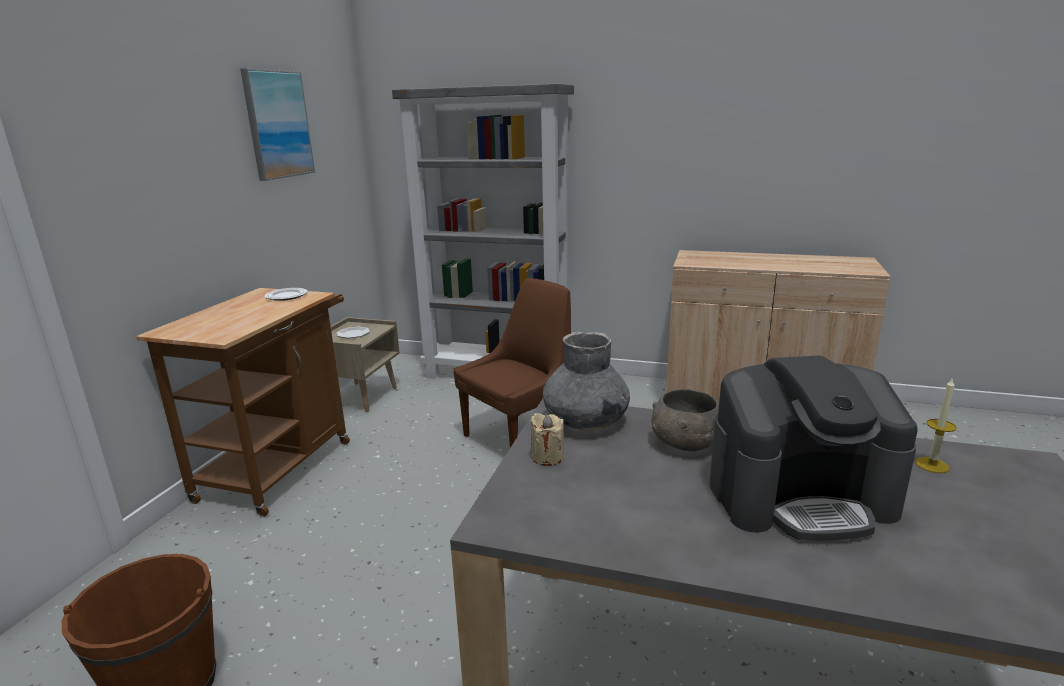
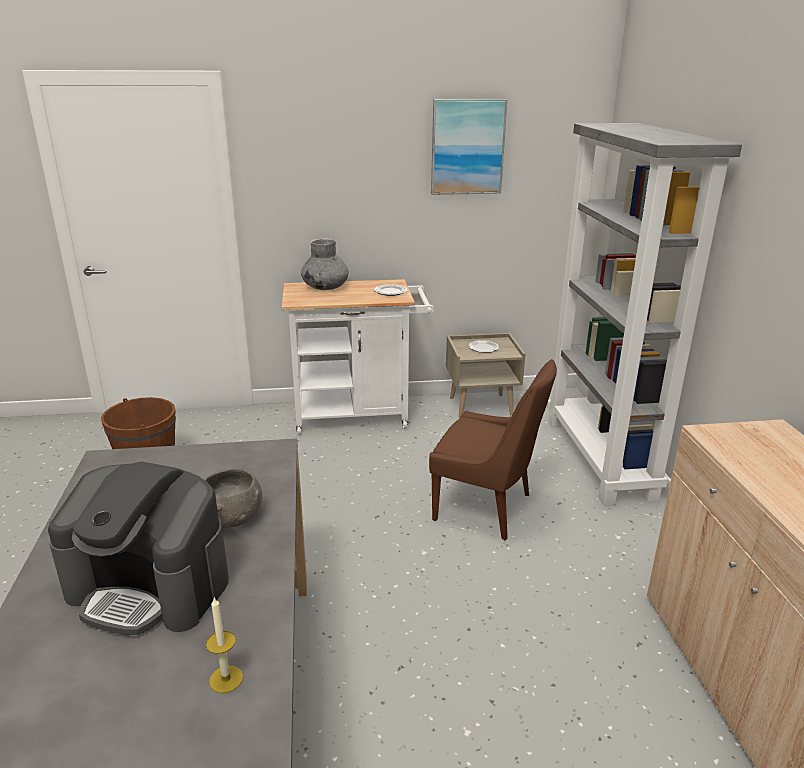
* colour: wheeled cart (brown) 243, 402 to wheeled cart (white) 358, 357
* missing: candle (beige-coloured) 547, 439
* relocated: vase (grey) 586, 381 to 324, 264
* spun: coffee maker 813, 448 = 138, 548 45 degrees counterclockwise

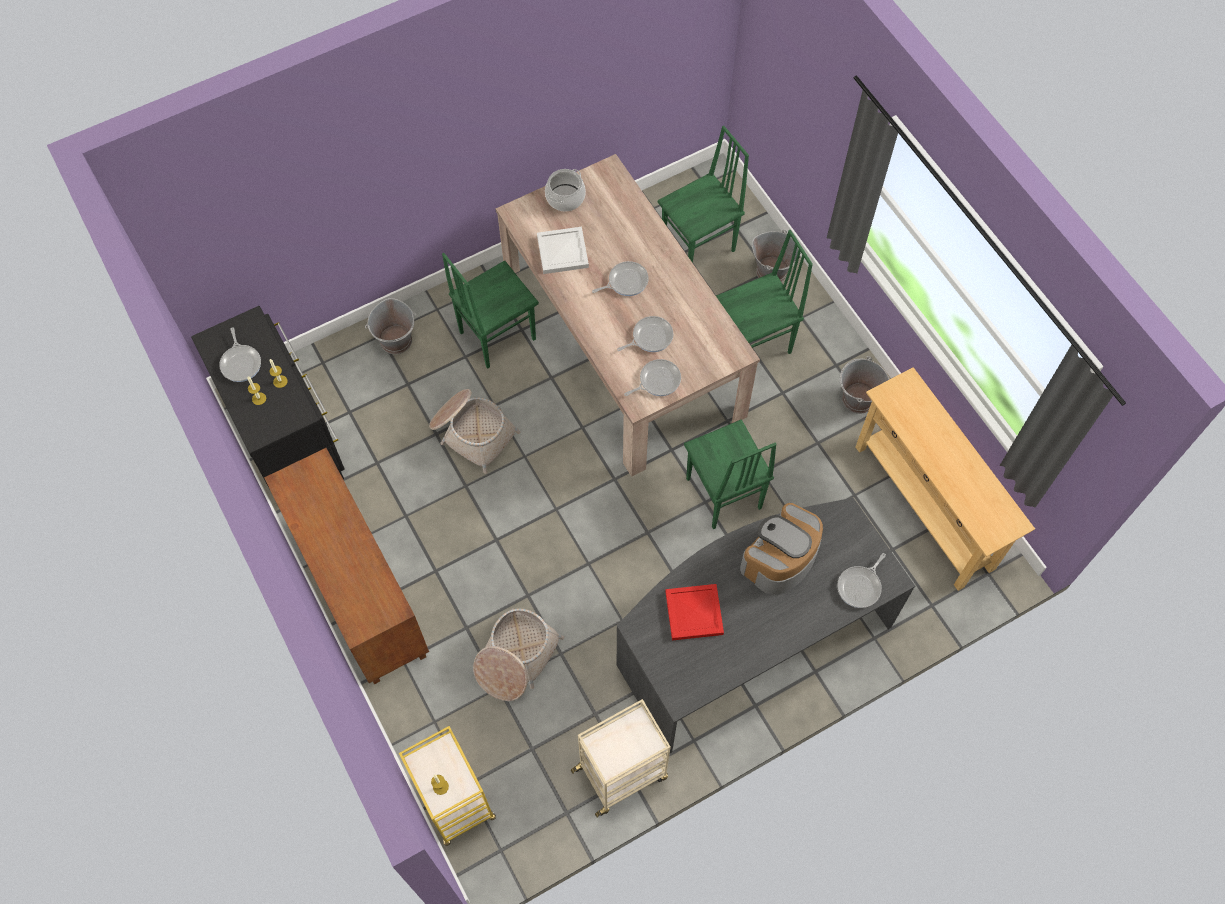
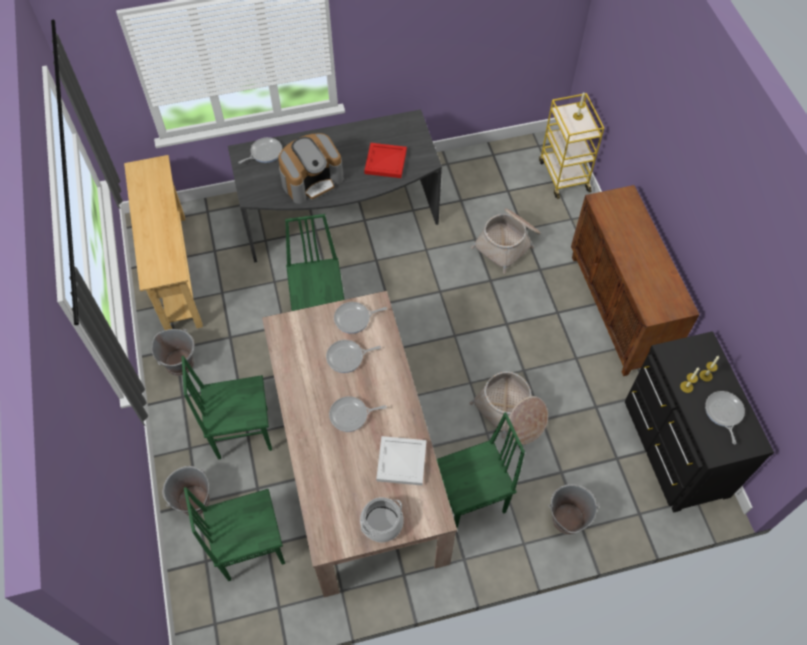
* missing: wheeled cart (beige-coloured) 621, 758

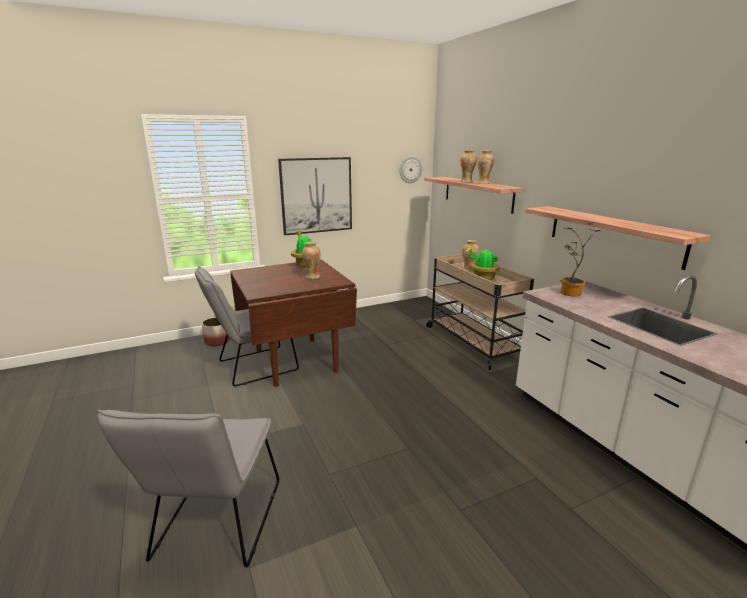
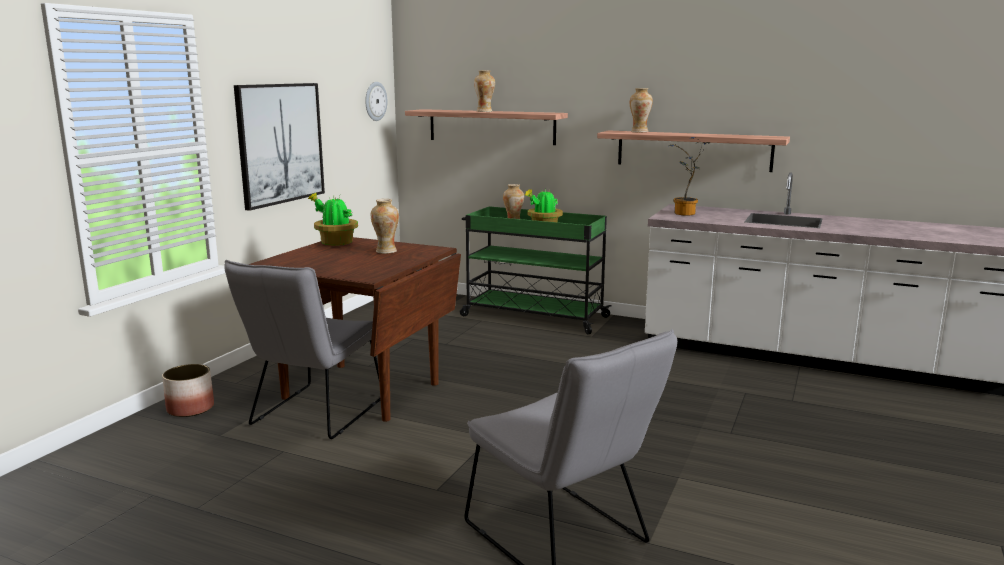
* colour: wheeled cart (beige-coloured) 480, 312 to wheeled cart (green) 536, 270
* relocated: vase 486, 167 to 641, 110

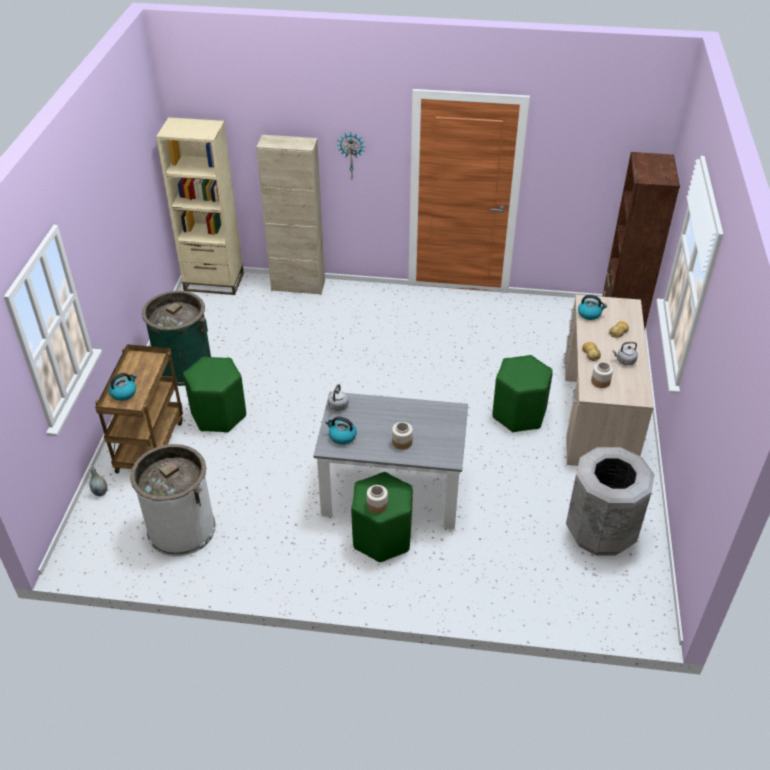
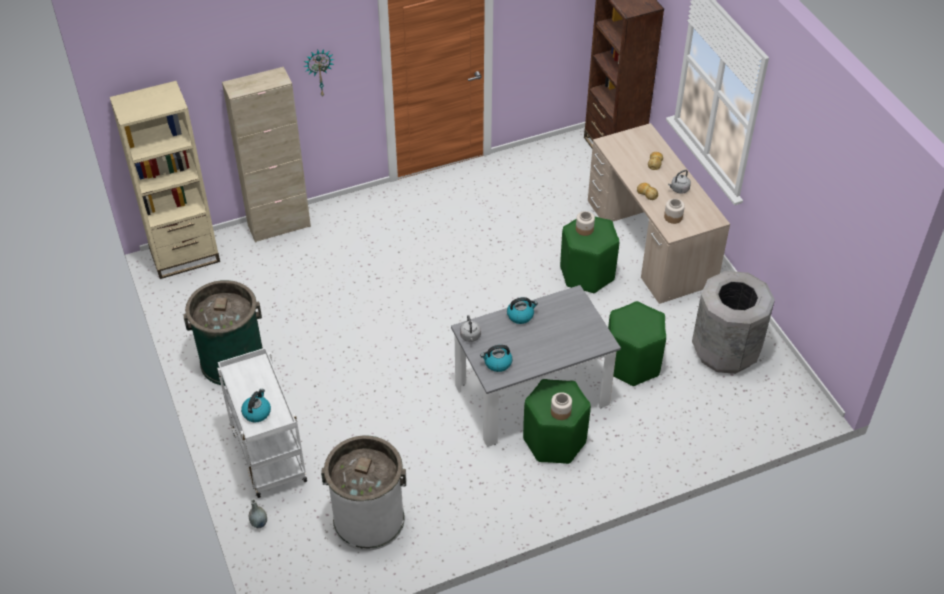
* colour: wheeled cart (brown) 139, 408 to wheeled cart (white) 262, 423
* relocated: sitting stool (green) 214, 395 to 637, 343
* relocated: preserve jar 402, 436 to 585, 223
* relocated: kettle 592, 307 to 522, 310

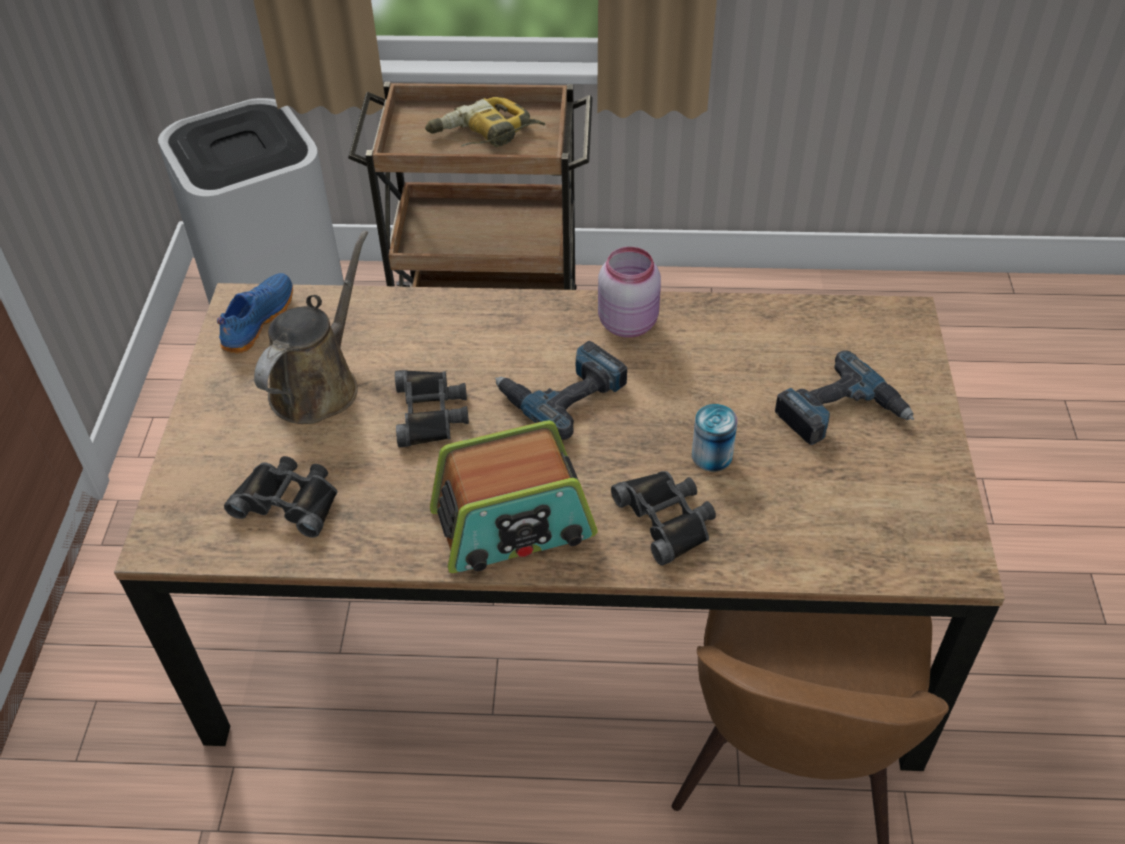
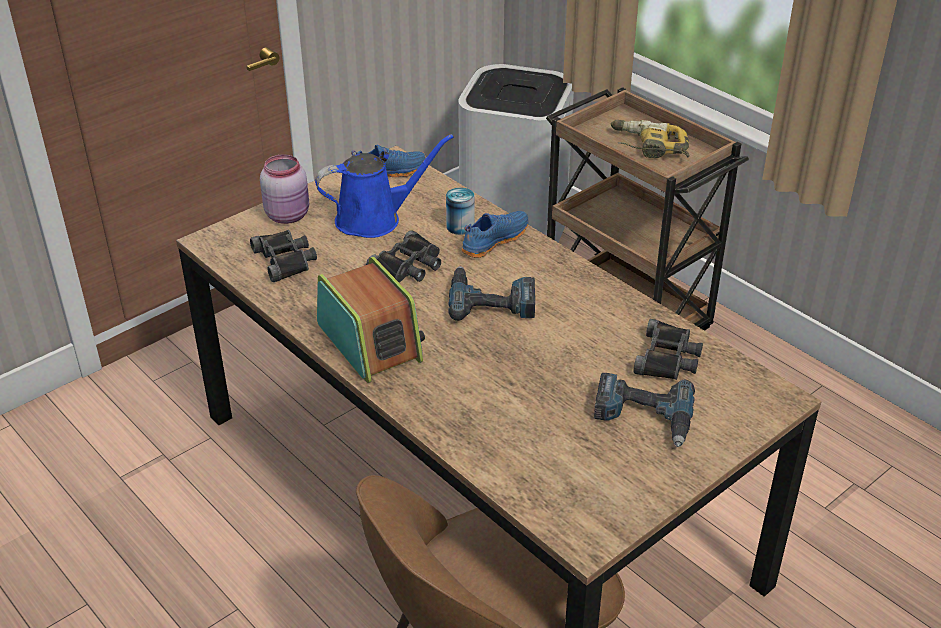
* colour: watering can (brown) 311, 327 to watering can (blue-coloured) 384, 186
* spun: radio receiver 514, 496 = 371, 320 150 degrees counterclockwise
* relocated: preserve jar (pinkish) 629, 292 to 284, 189
* relocated: field glasses (black) 663, 518 to 668, 349
* relocated: sealed can 715, 437 to 460, 211
* appeared: low shoe (blue-coloured) 495, 234

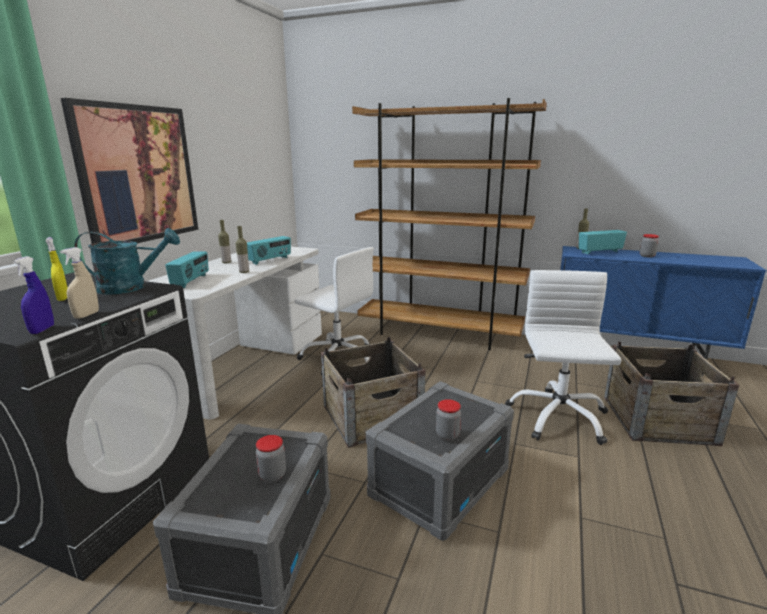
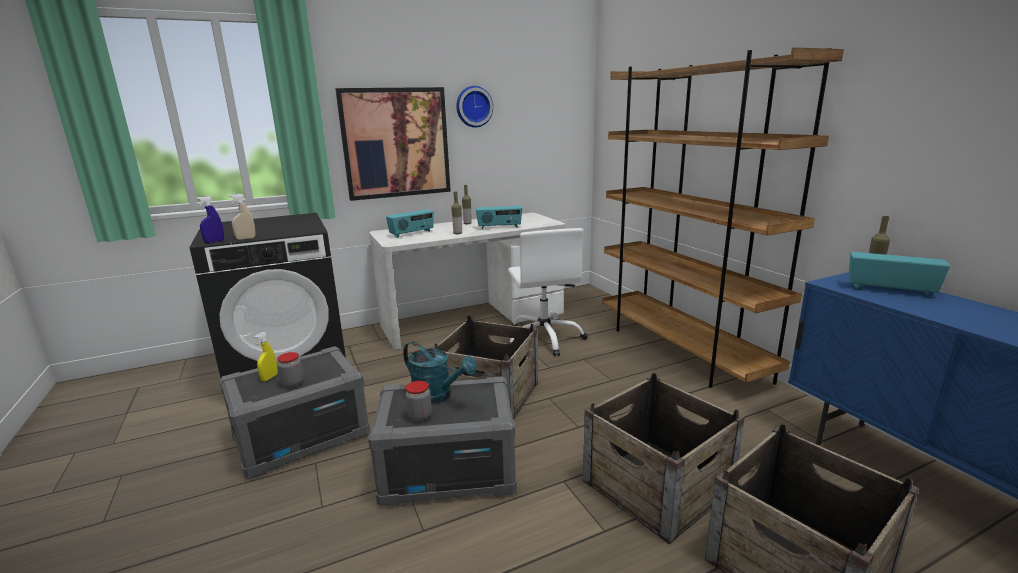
* relocated: hand sprayer (yellowish) 56, 269 to 266, 356
* relocated: watering can (turquoise-coloured) 127, 261 to 440, 372
* exchanged: office chair (white) 563, 357 to crate 664, 459
* missing: preserve jar 649, 245
* appeared: wall clock 474, 106

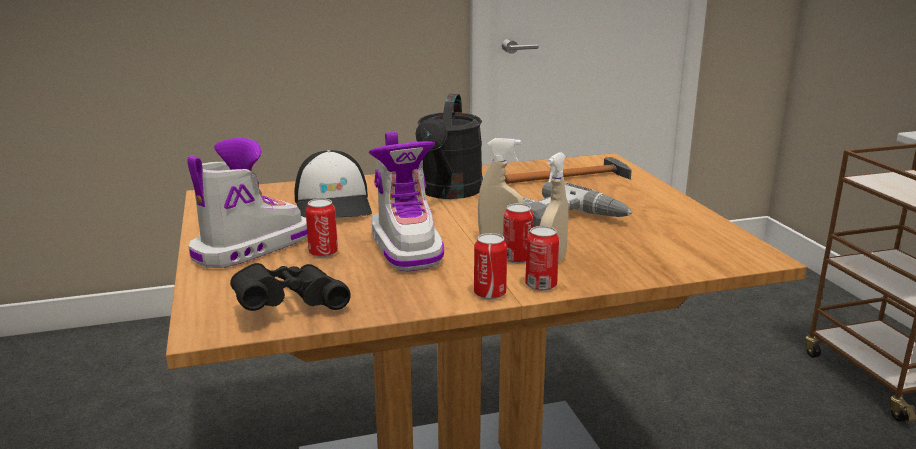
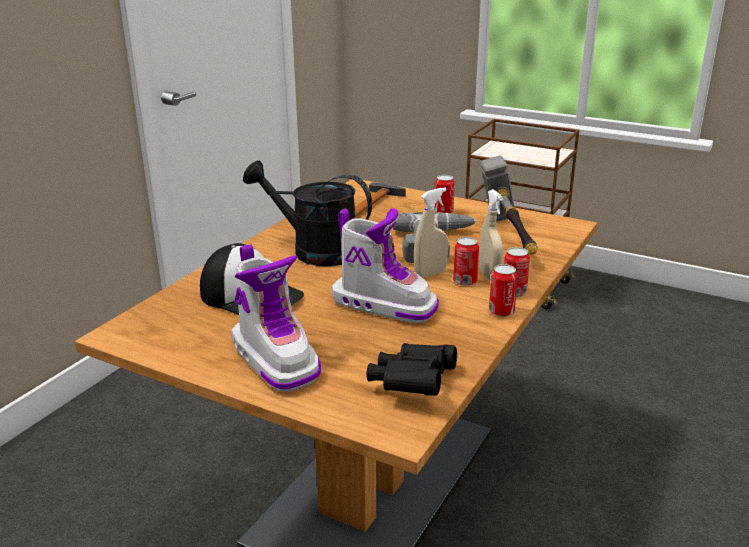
* spun: boot 247, 203 = 276, 318 150 degrees clockwise
* relocated: sealed can 322, 227 to 445, 194
* spun: watering can (black) 449, 146 = 307, 214 150 degrees clockwise
* appeared: hammer 509, 205

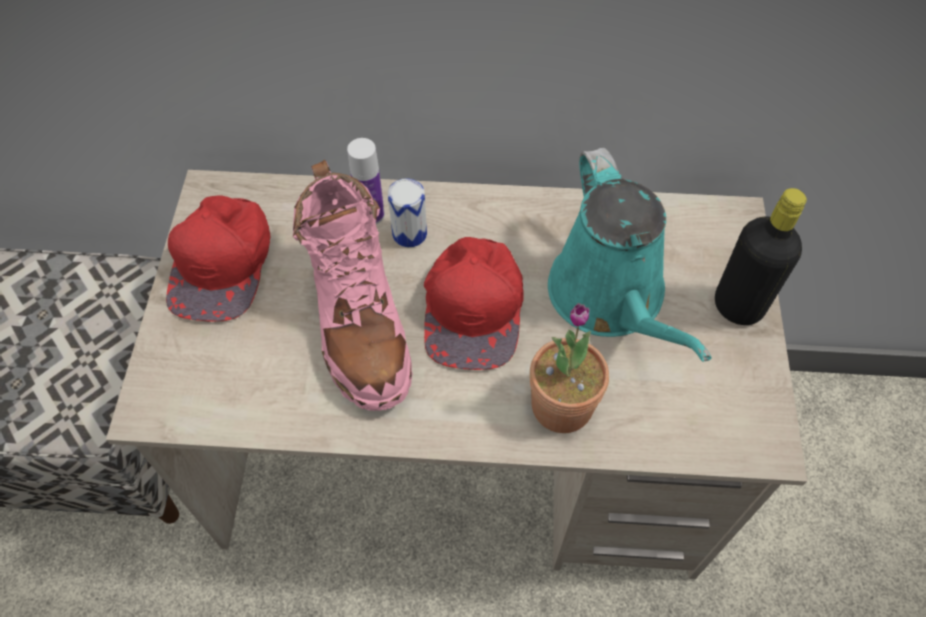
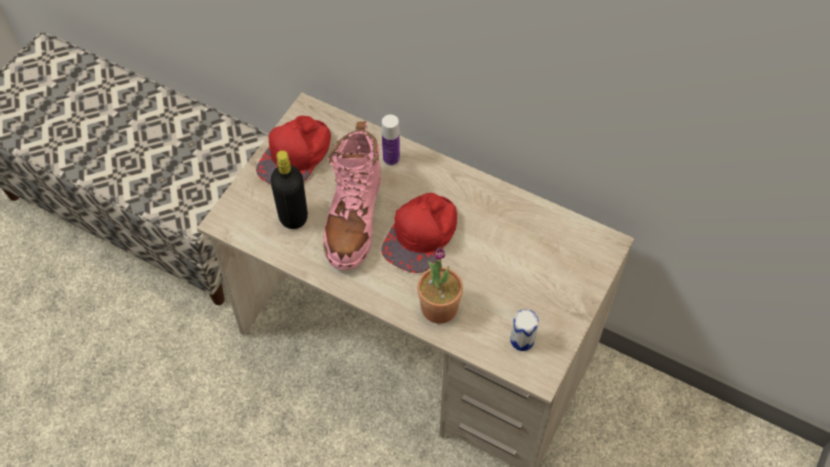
* relocated: sealed can 407, 212 to 524, 330
* missing: watering can (turquoise-coloured) 630, 255
* relocated: beverage bottle (black) 761, 256 to 289, 189

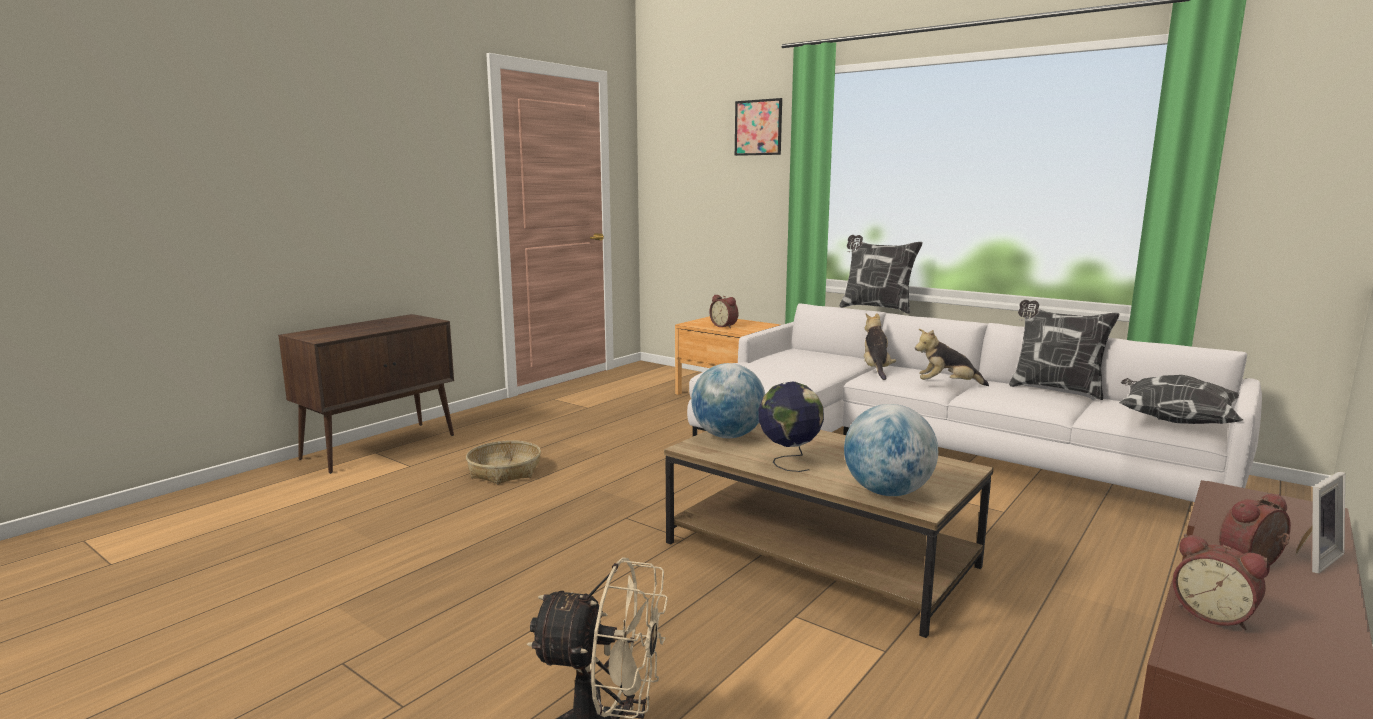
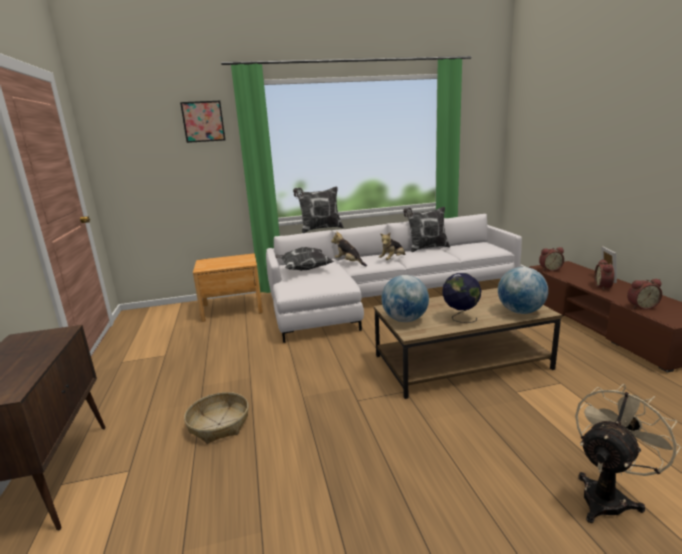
* relocated: table clock 723, 311 to 551, 259
* relocated: cushion 1181, 399 to 304, 259

